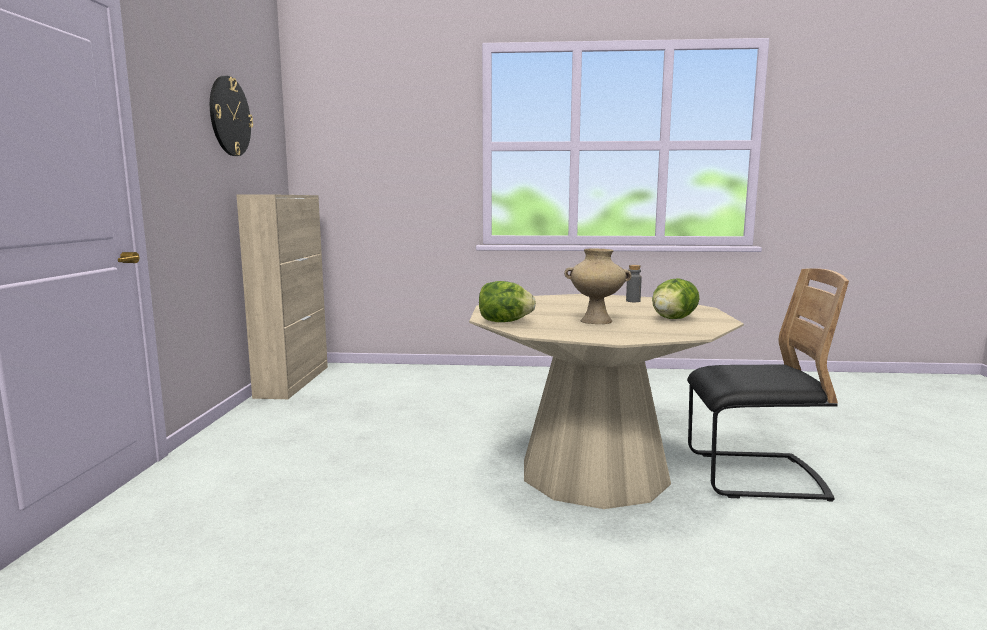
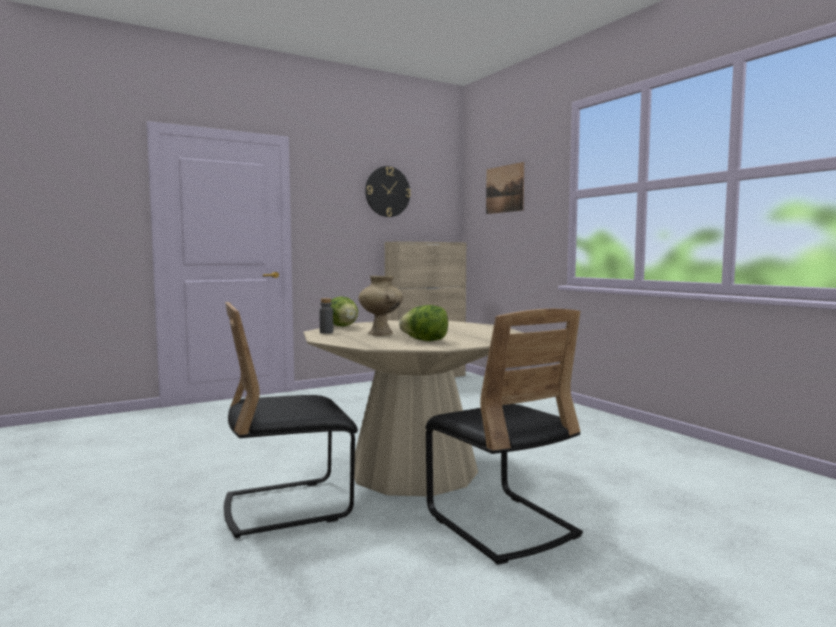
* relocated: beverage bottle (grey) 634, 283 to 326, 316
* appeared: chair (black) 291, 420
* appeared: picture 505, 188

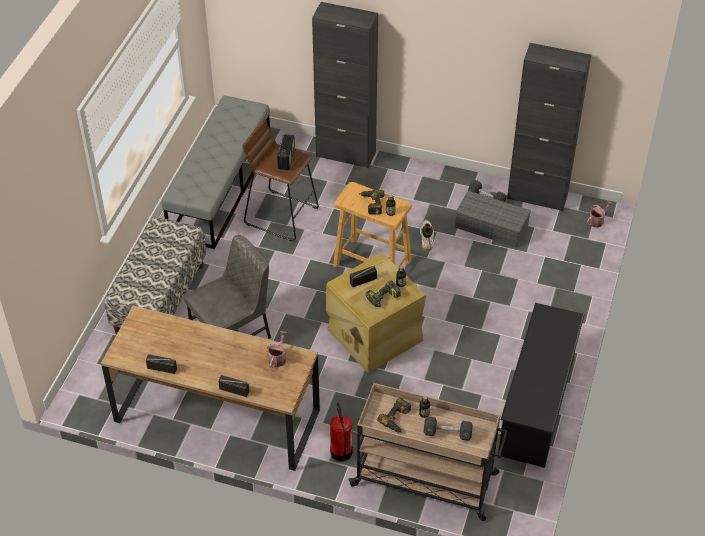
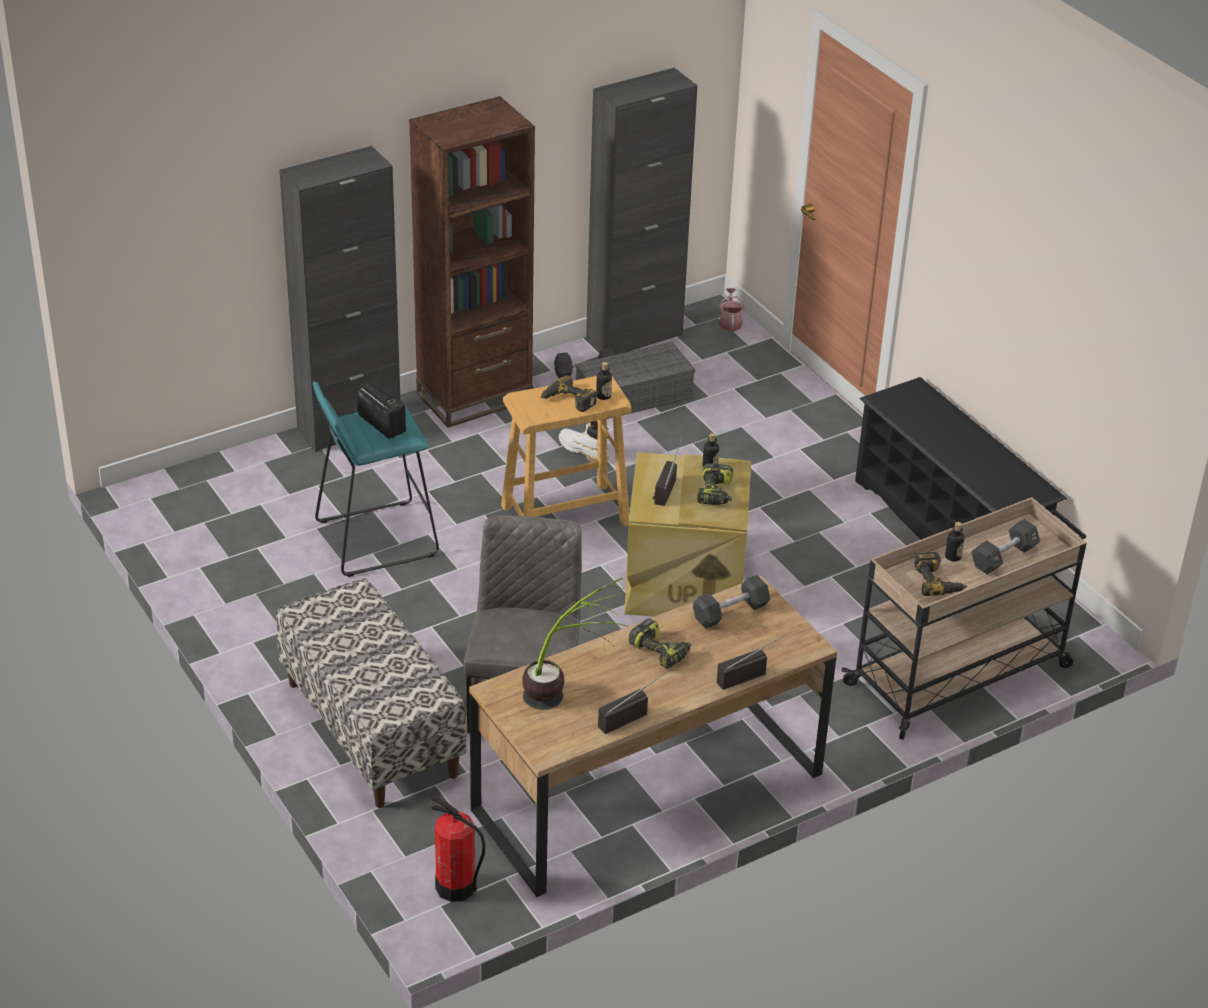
* missing: long seat (grey) 216, 172
* colour: sitting stool (brown) 280, 180 to sitting stool (turquoise-coloured) 376, 479
* exchanged: watering can 277, 349 to hand weight (black) 731, 601
* relocated: fire-fighting cylinder 341, 432 to 457, 849
* appeared: shelving unit (brown) 472, 262
* appeared: plant in a pot 575, 643
* appeared: electric drill 660, 643

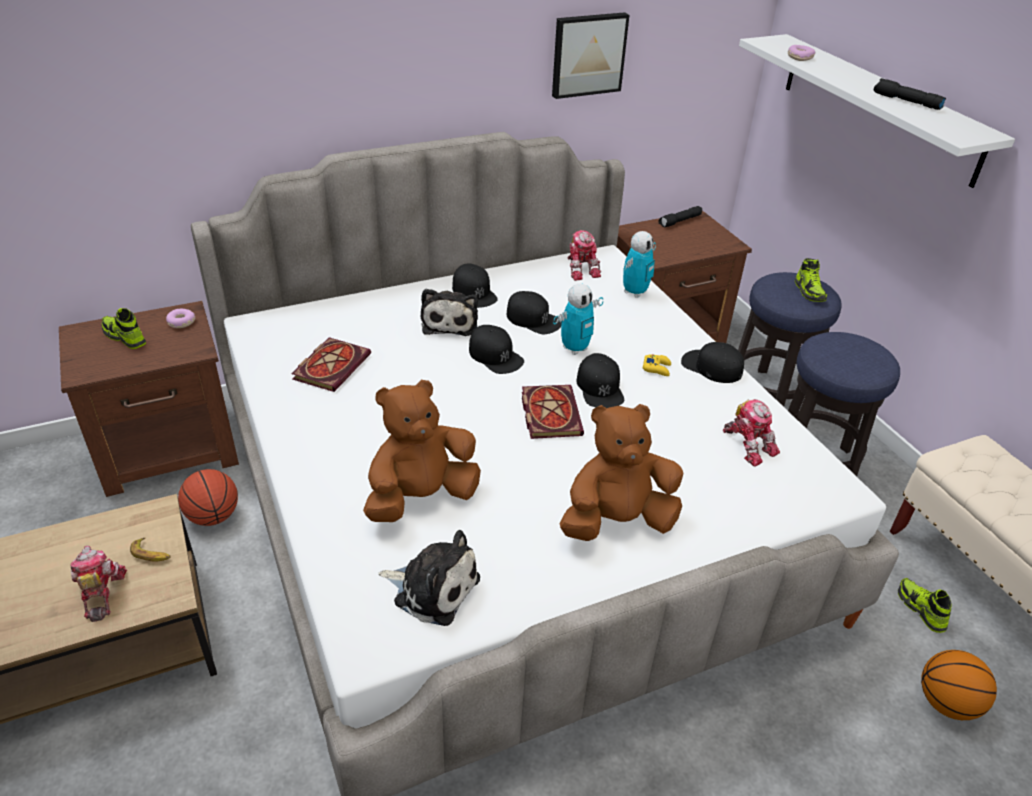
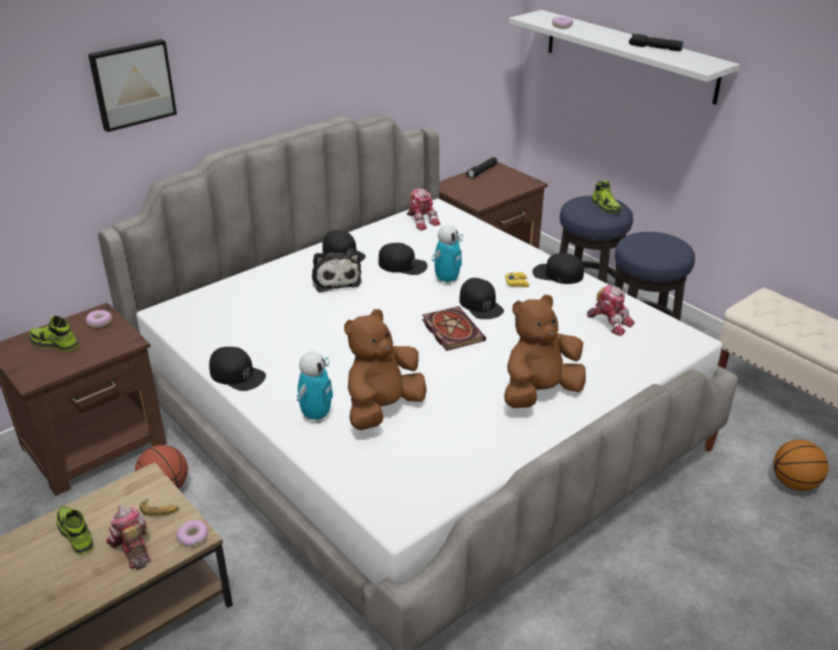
* missing: bound book 331, 364
* missing: soft toy 429, 578
* relocated: baseball cap (black) 496, 349 to 237, 369
* relocated: picture 590, 55 to 132, 85
* relocated: model robot 639, 264 to 315, 387
* relocated: low shoe 925, 605 to 75, 530
* appeared: doughnut 192, 533

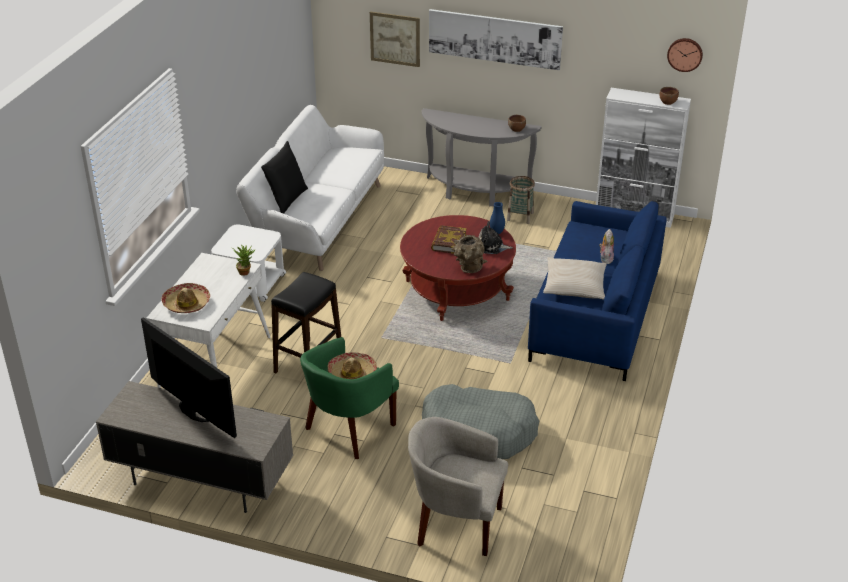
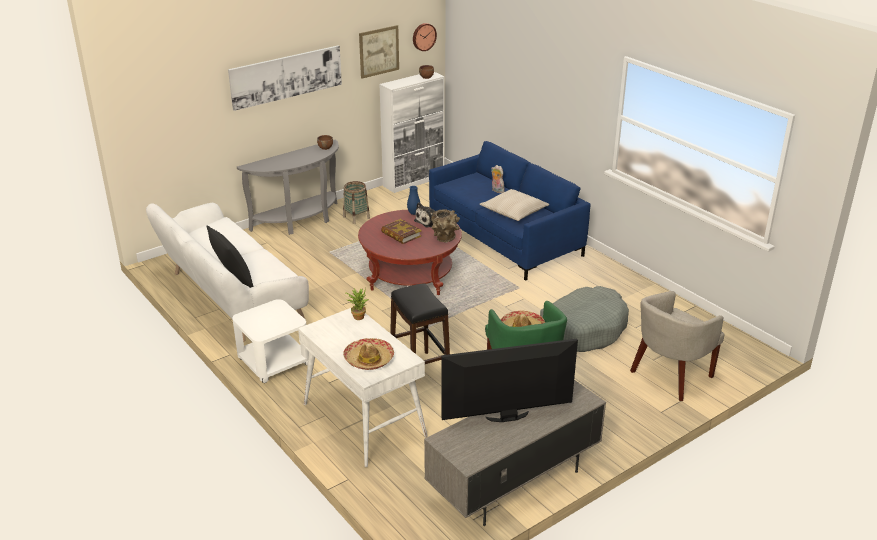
* relocated: picture 395, 39 to 379, 52

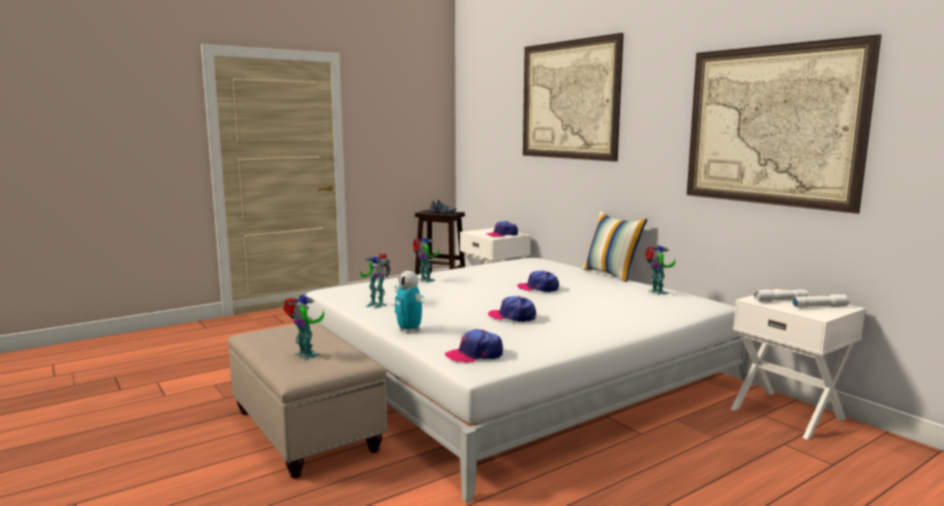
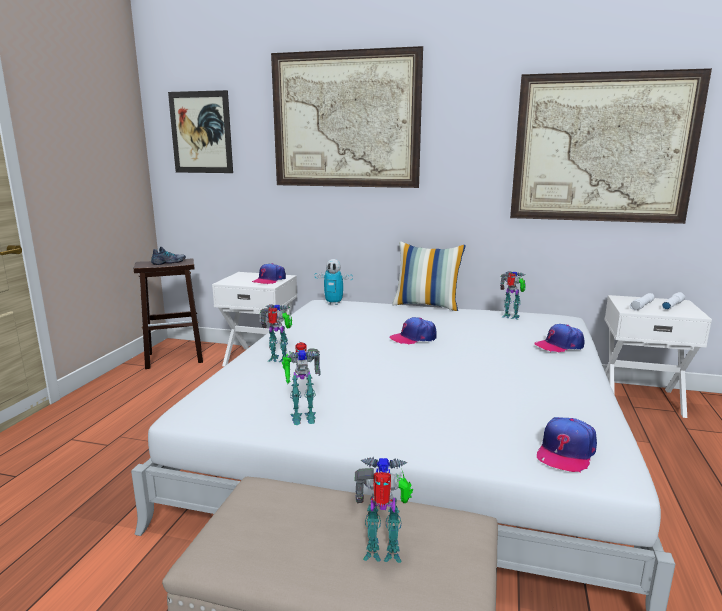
* relocated: model robot 409, 302 to 334, 282
* relocated: baseball cap 512, 309 to 560, 338
* appeared: picture 200, 131

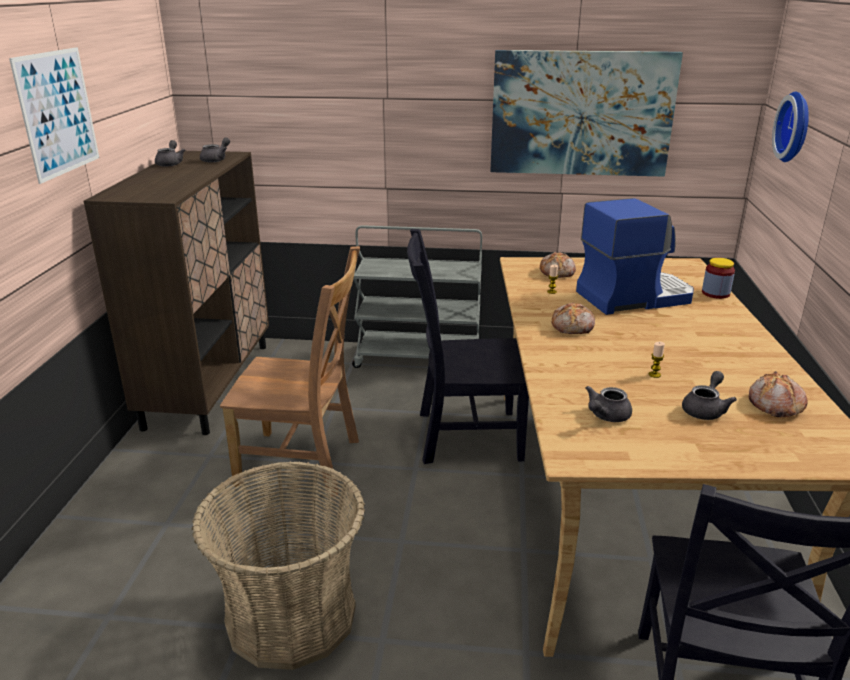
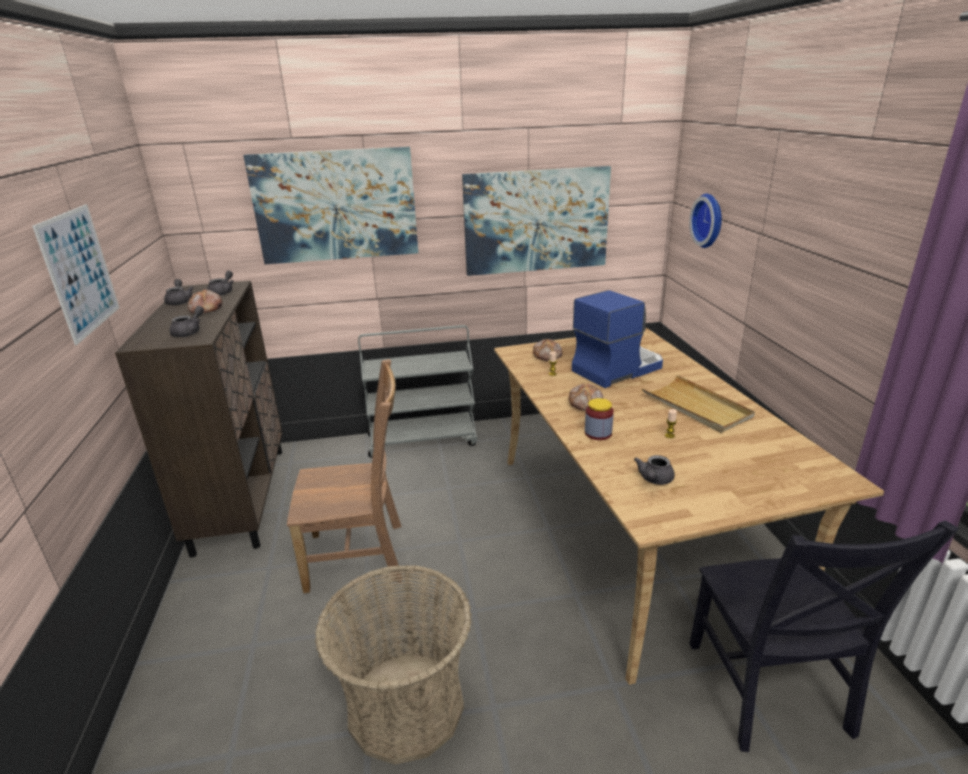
* missing: chair (black) 468, 346
* relocated: pot for tea (grey) 709, 395 to 186, 321
* relocated: preserve jar 718, 278 to 599, 419
* relocated: bakery bread 778, 394 to 205, 301
* appeared: picture 330, 205
* appeared: tray (beige-coloured) 698, 404

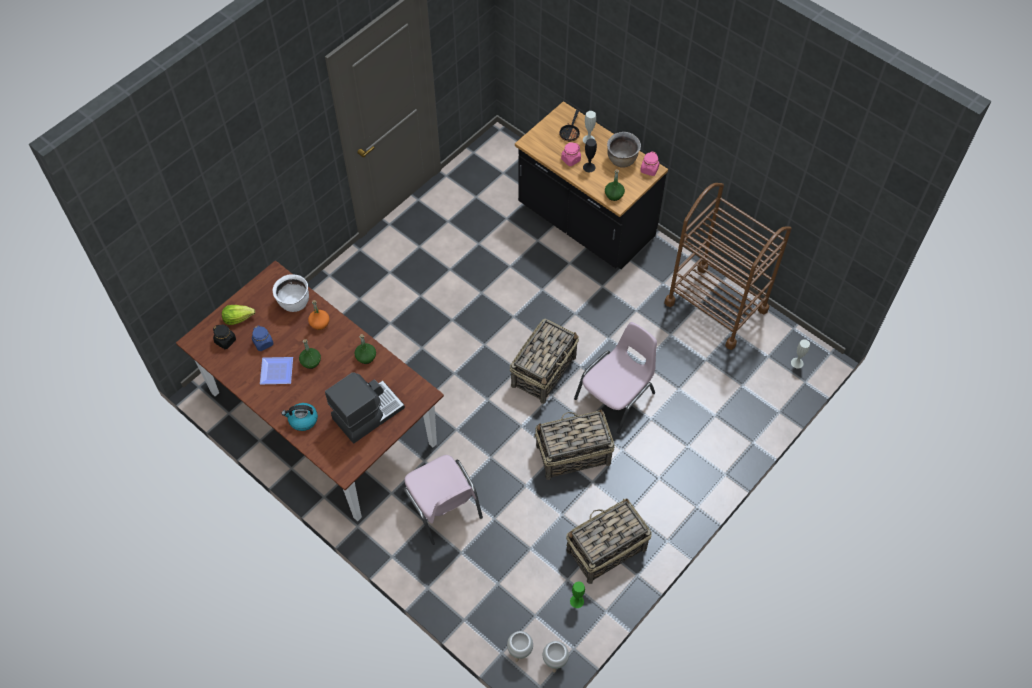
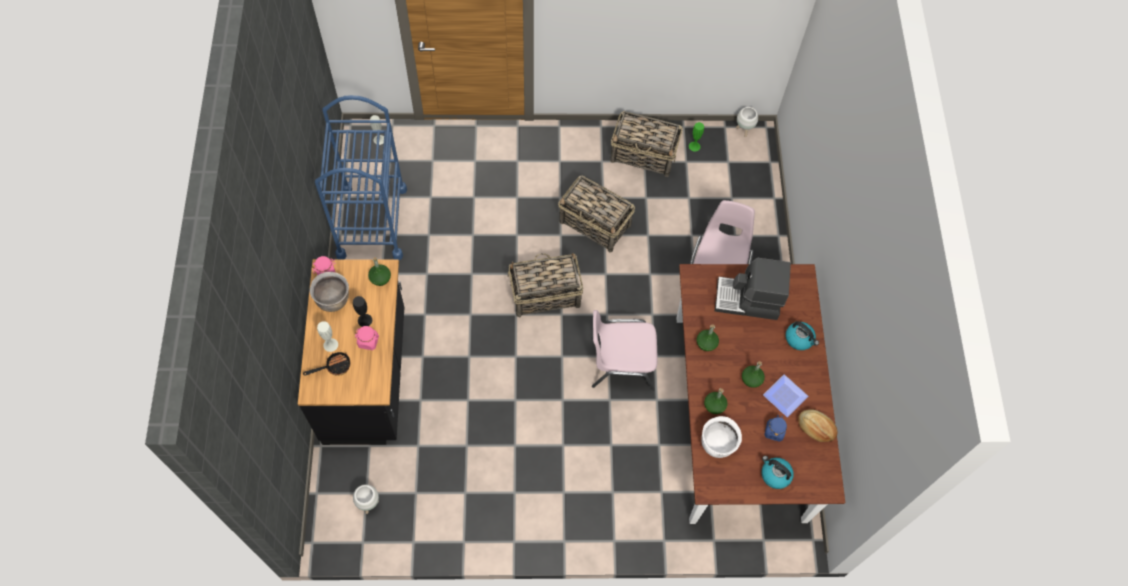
* missing: preserve jar (black) 224, 337
* exchanged: lettuce 238, 315 to kettle 778, 472
* colour: beverage bottle (orangey) 319, 315 to beverage bottle (green) 715, 401
* relocated: plant pot (white) 520, 646 to 366, 499
* relocated: chair (pinkish) 615, 377 to 624, 350
* colour: wheeled cart (brown) 728, 266 to wheeled cart (blue-coloured) 361, 177
* appeared: bakery bread 818, 426

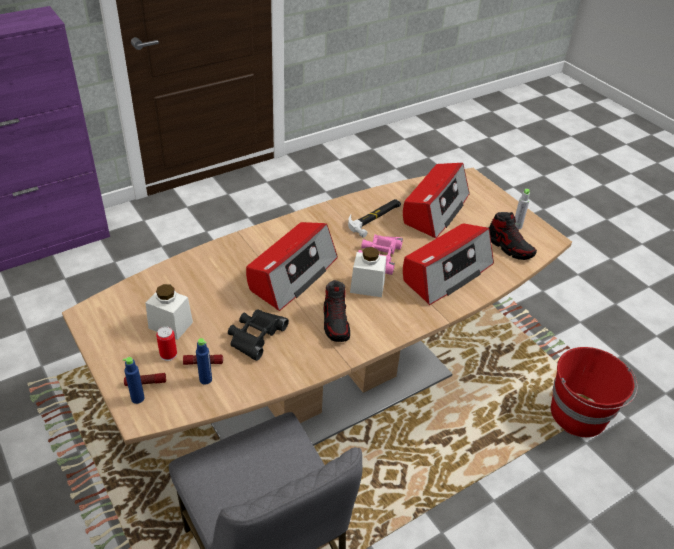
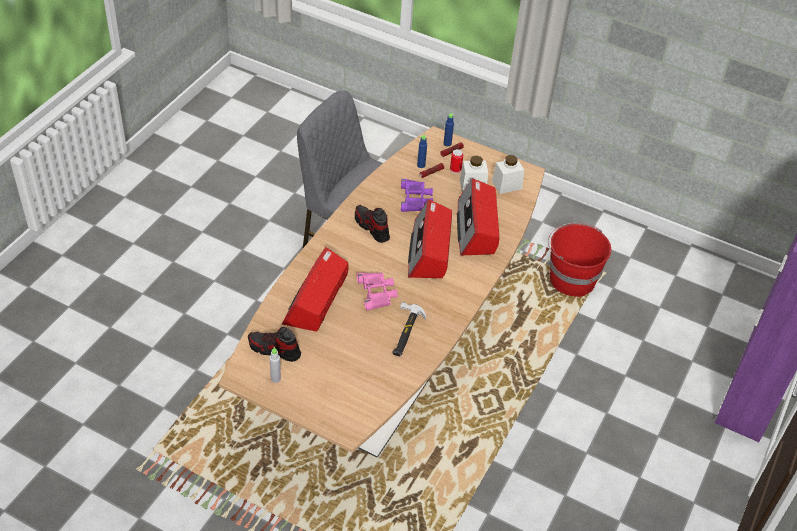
* colour: field glasses (black) 258, 335 to field glasses (purple-coloured) 417, 195
* relocated: preserve jar (white) 368, 272 to 508, 174
* relocated: radio receiver 436, 201 to 478, 217
* relocated: pail (reddish) 594, 392 to 579, 260

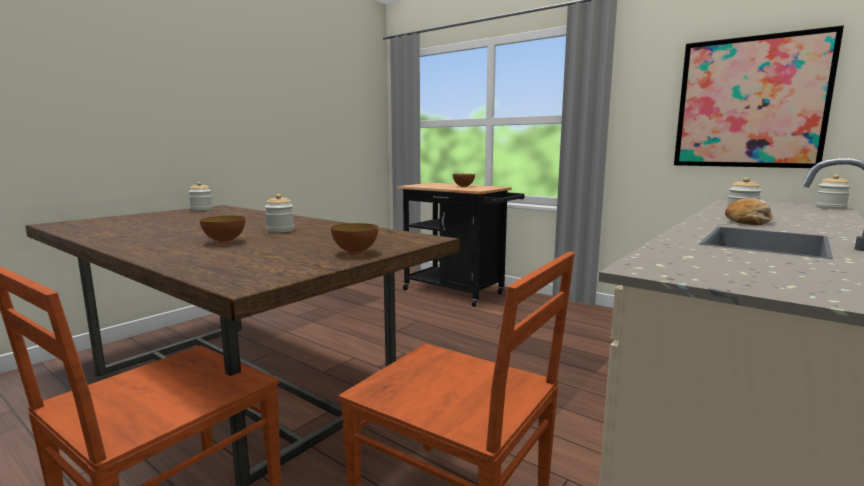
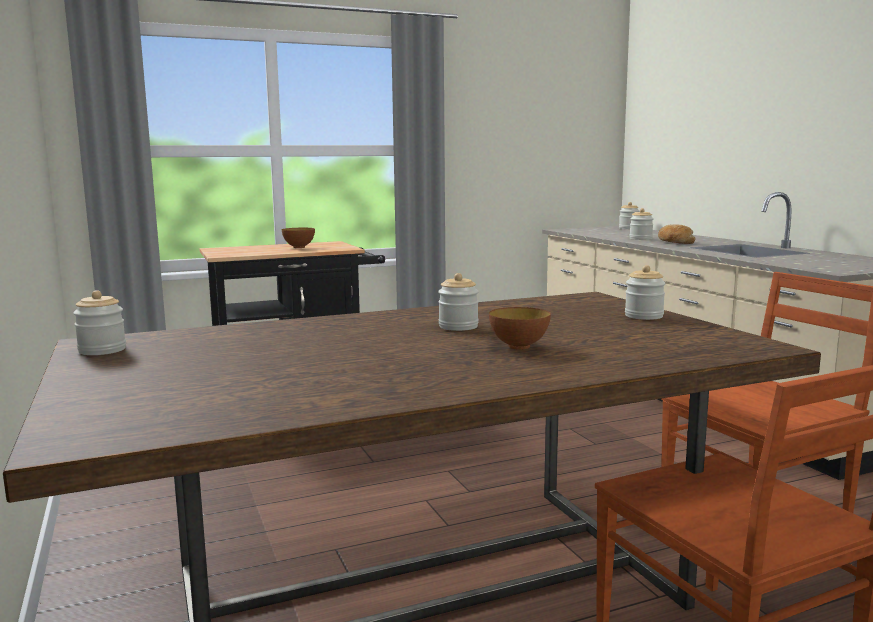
* exchanged: bowl 354, 239 to preserve jar 645, 292
* missing: picture 759, 96

